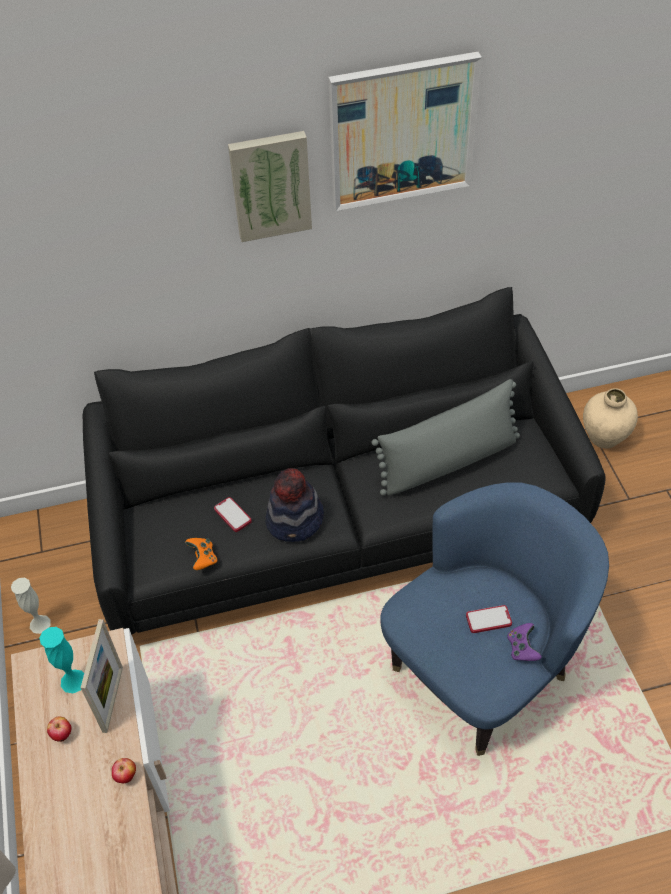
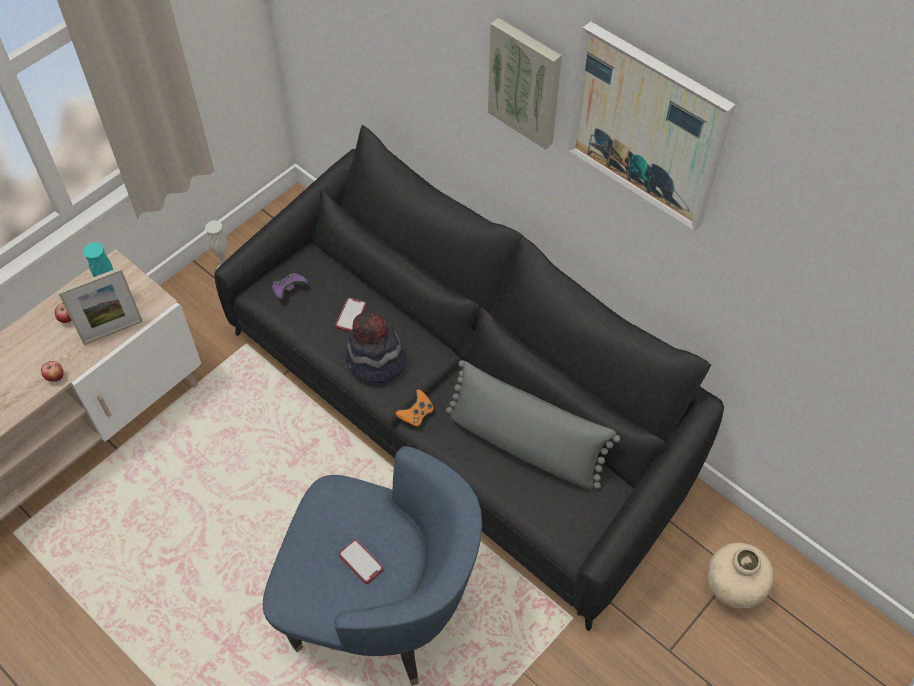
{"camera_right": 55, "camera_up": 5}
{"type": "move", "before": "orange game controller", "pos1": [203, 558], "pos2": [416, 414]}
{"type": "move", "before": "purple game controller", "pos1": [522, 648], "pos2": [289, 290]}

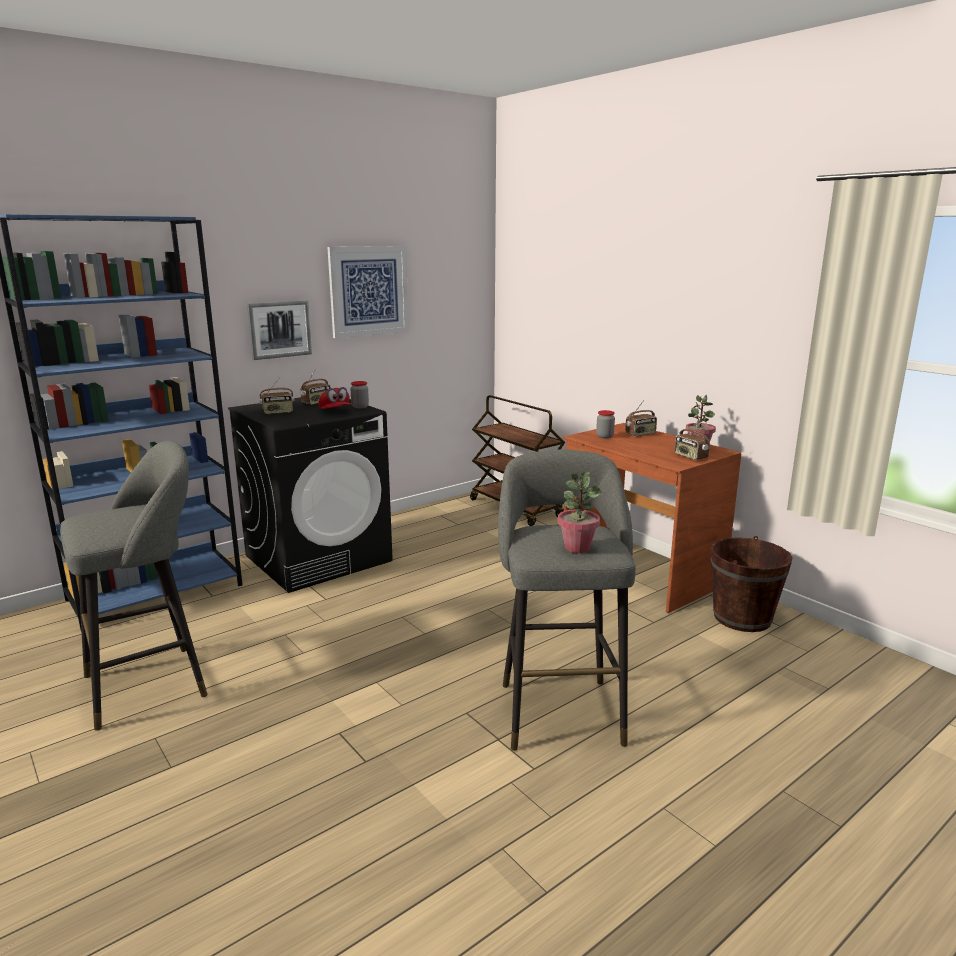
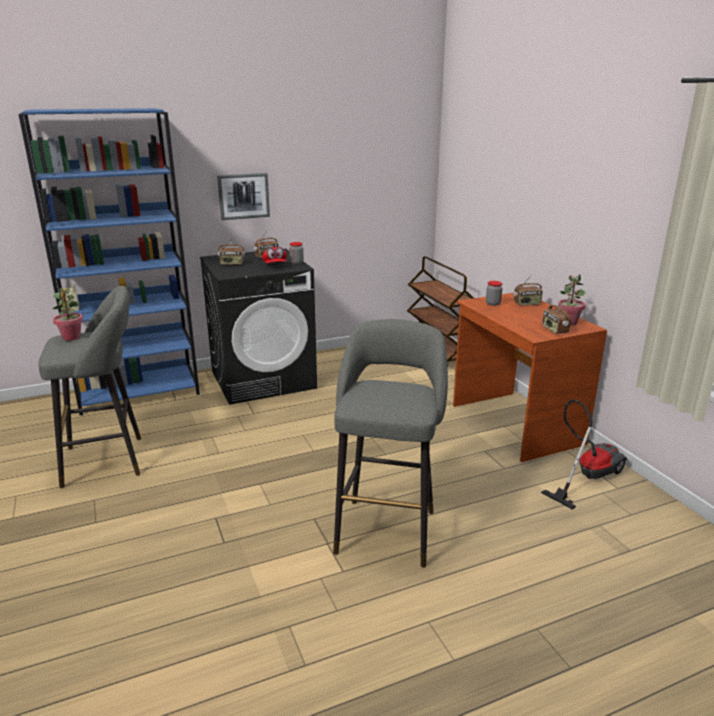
{"camera_right": 15, "camera_up": 5}
{"type": "delete", "before": "picture", "pos1": [368, 291]}
{"type": "move", "before": "potted plant", "pos1": [577, 547], "pos2": [71, 337]}
{"type": "replace", "before": "brown bucket", "after": "vacuum cleaner", "pos1": [742, 618], "pos2": [586, 476]}

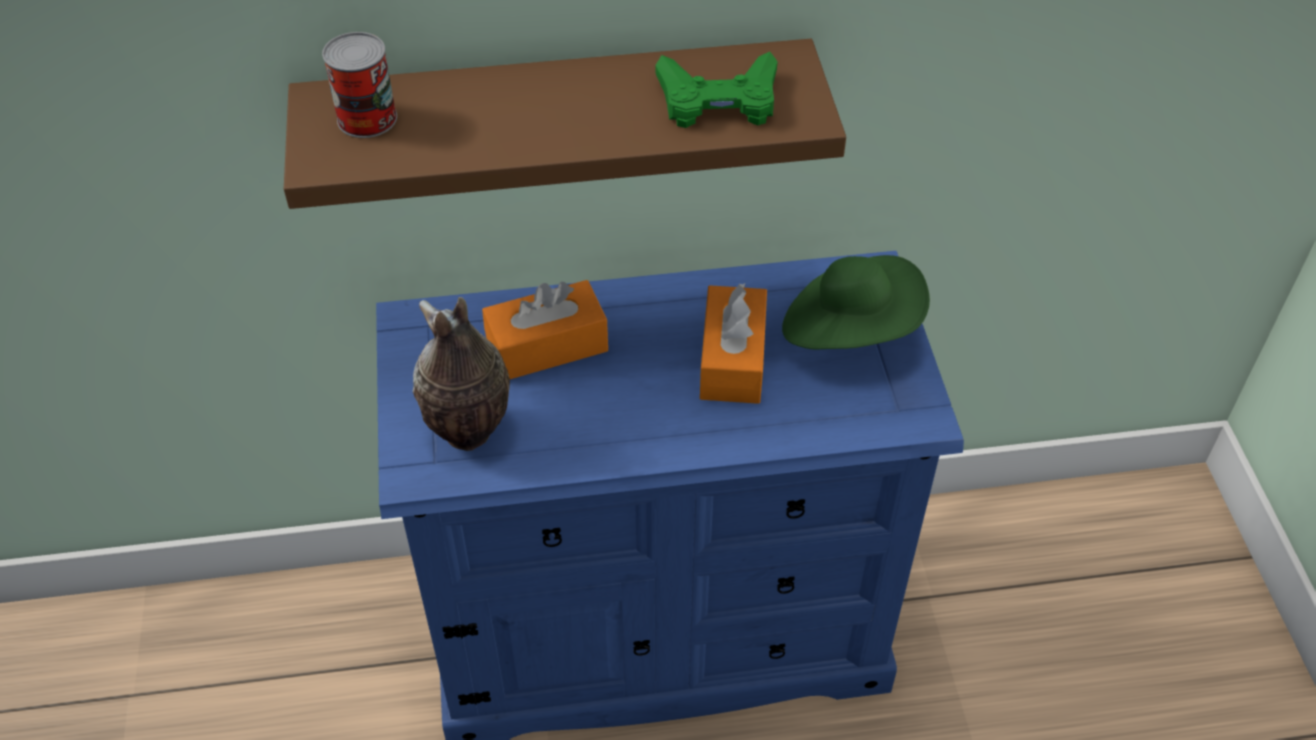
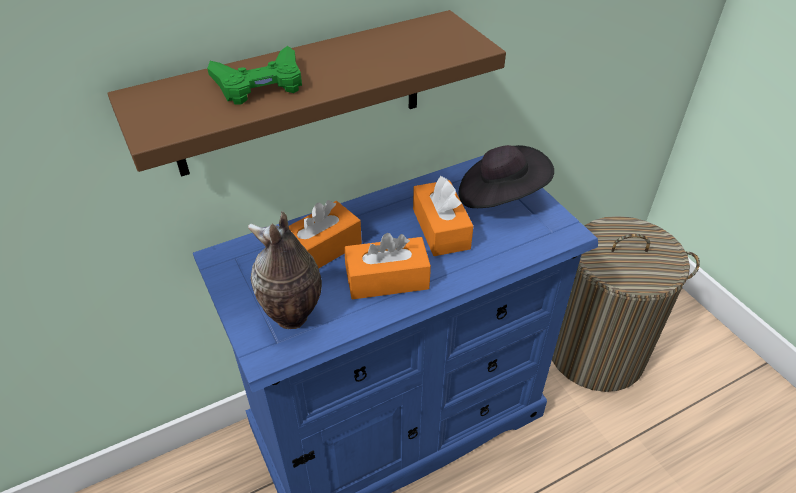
{"camera_right": -20, "camera_up": -5}
{"type": "delete", "before": "can", "pos1": [367, 118]}
{"type": "move", "before": "green game controller", "pos1": [718, 100], "pos2": [260, 84]}
{"type": "recolor", "before": "green hat", "after": "black hat", "pos1": [850, 330], "pos2": [500, 196]}
{"type": "insert", "after": "laundry basket", "pos2": [595, 352]}
{"type": "insert", "after": "orange tissue box", "pos2": [387, 279]}

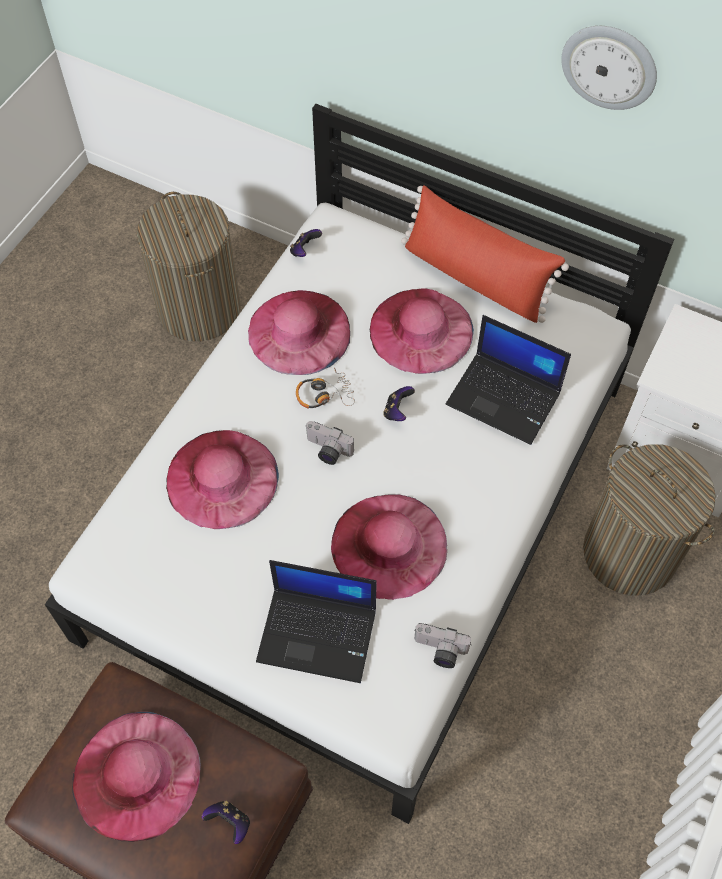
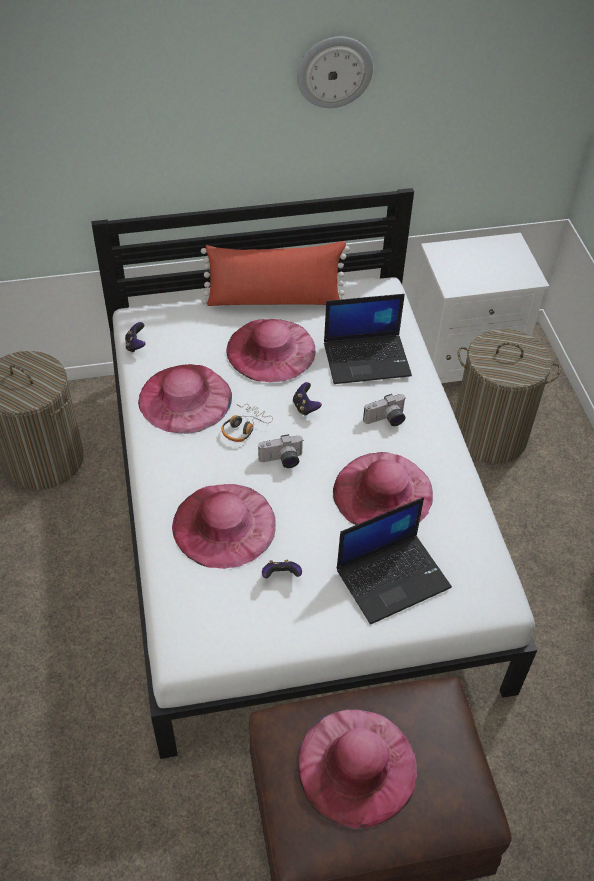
{"camera_right": -40, "camera_up": -10}
{"type": "move", "before": "photo camera", "pos1": [439, 651], "pos2": [386, 420]}
{"type": "move", "before": "game controller", "pos1": [230, 823], "pos2": [281, 576]}

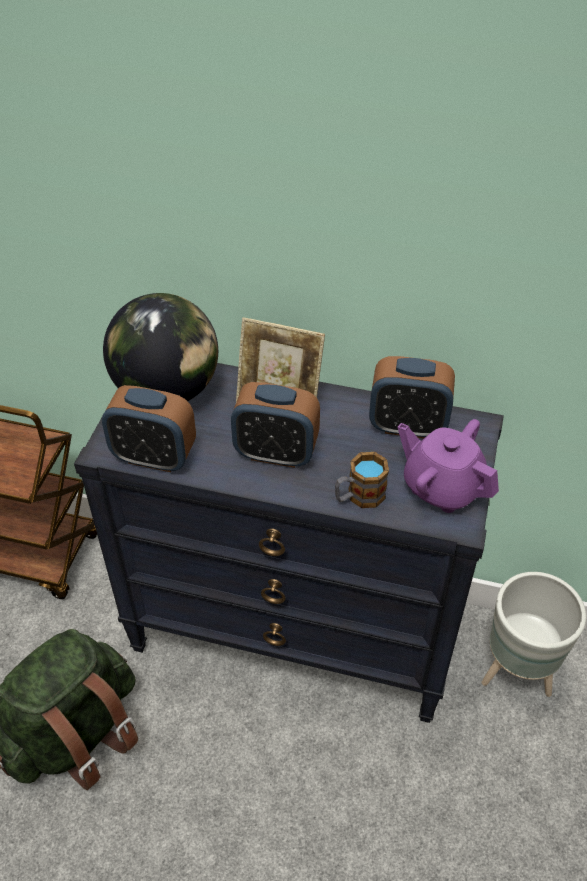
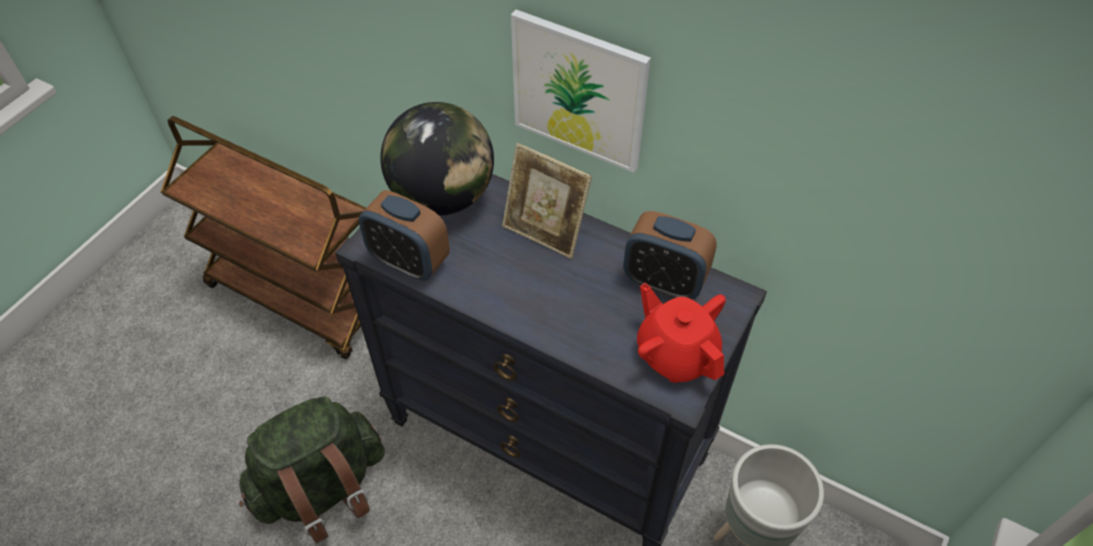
{"camera_right": 15, "camera_up": 5}
{"type": "delete", "before": "alarm clock", "pos1": [276, 453]}
{"type": "recolor", "before": "purple teapot", "after": "red teapot", "pos1": [442, 487], "pos2": [676, 354]}
{"type": "delete", "before": "mug", "pos1": [359, 496]}
{"type": "insert", "after": "picture", "pos2": [579, 91]}

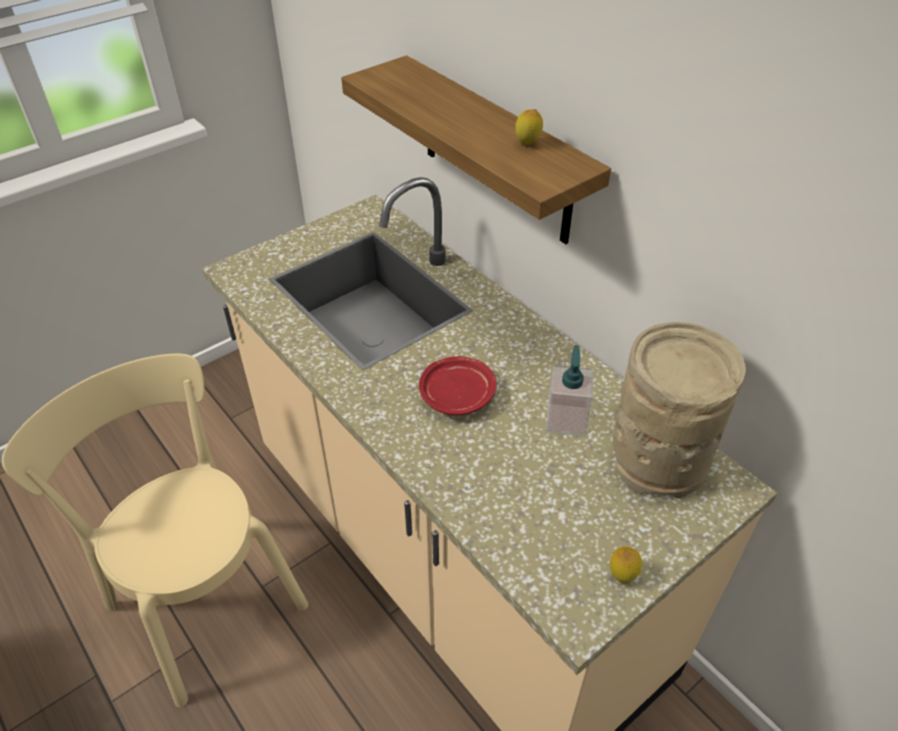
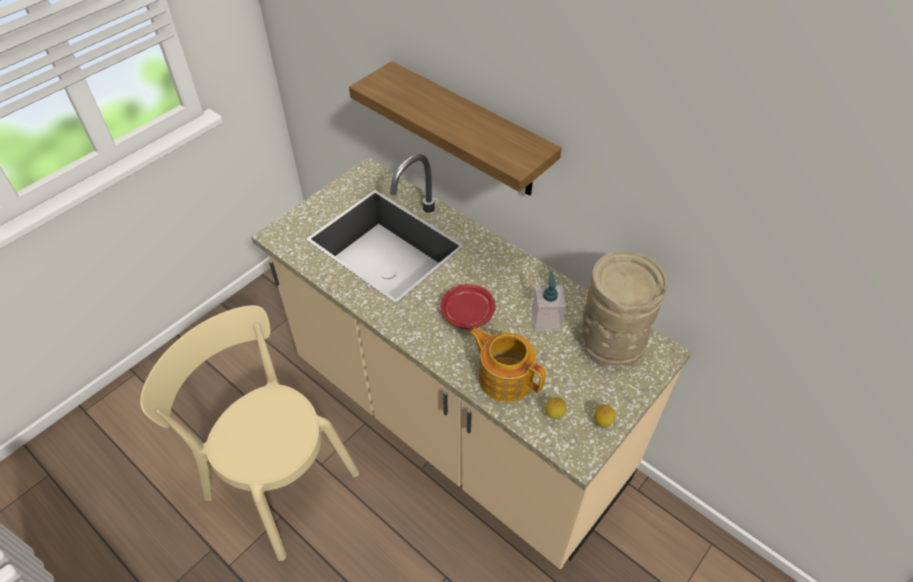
{"camera_right": -10, "camera_up": 5}
{"type": "move", "before": "lemon", "pos1": [527, 144], "pos2": [554, 415]}
{"type": "insert", "after": "teapot", "pos2": [505, 377]}

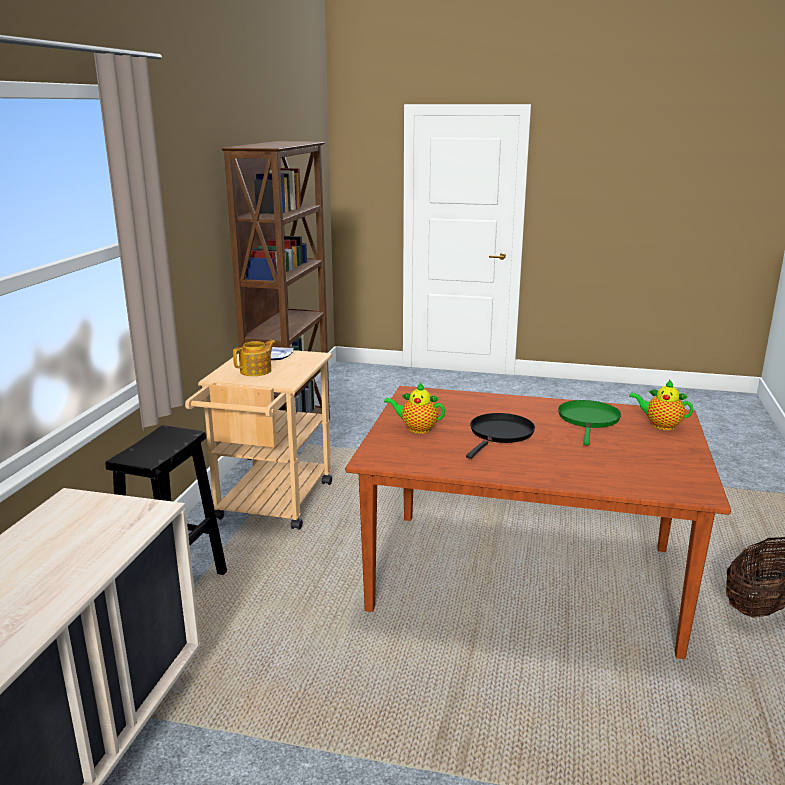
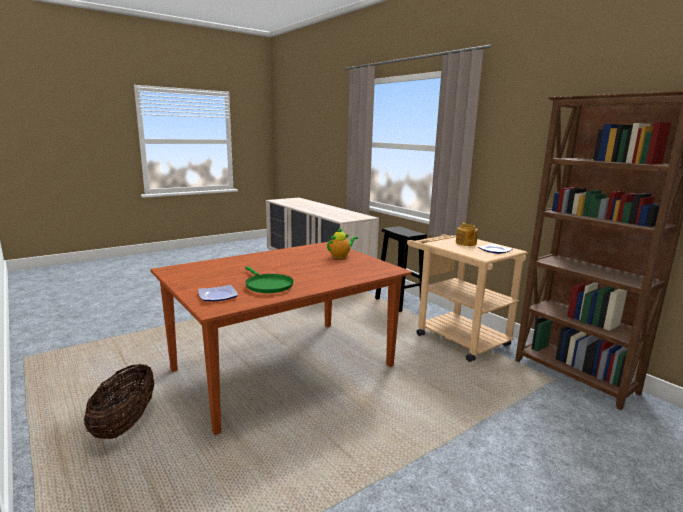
{"camera_right": 130, "camera_up": -5}
{"type": "replace", "before": "teapot", "after": "plate", "pos1": [660, 425], "pos2": [217, 296]}
{"type": "delete", "before": "black frying pan", "pos1": [500, 434]}

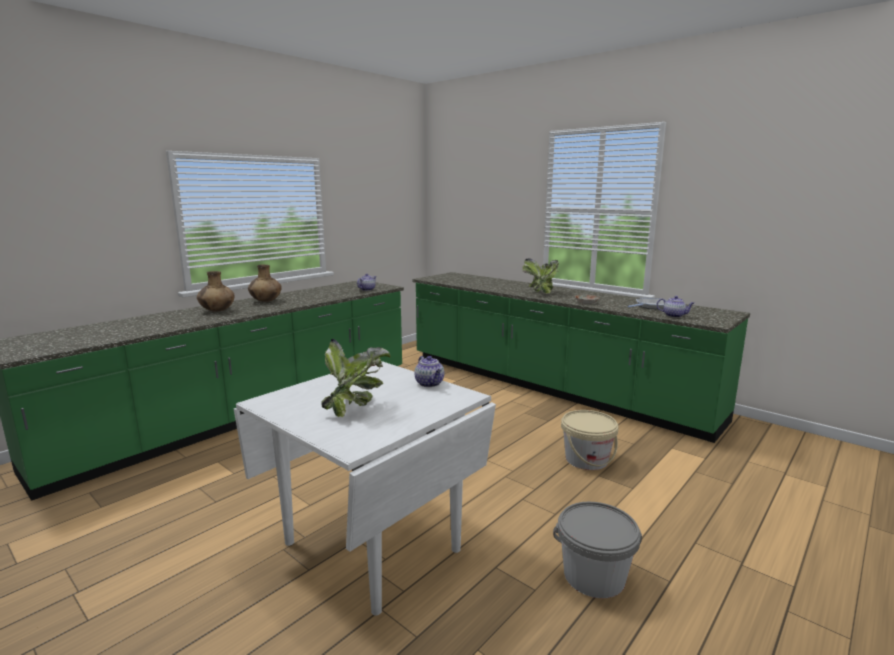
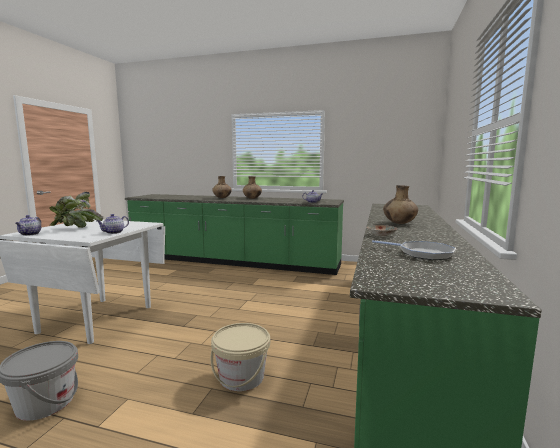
{"camera_right": 65, "camera_up": -5}
{"type": "replace", "before": "potted plant", "after": "brown vase", "pos1": [541, 292], "pos2": [399, 223]}
{"type": "move", "before": "teapot", "pos1": [674, 316], "pos2": [30, 234]}

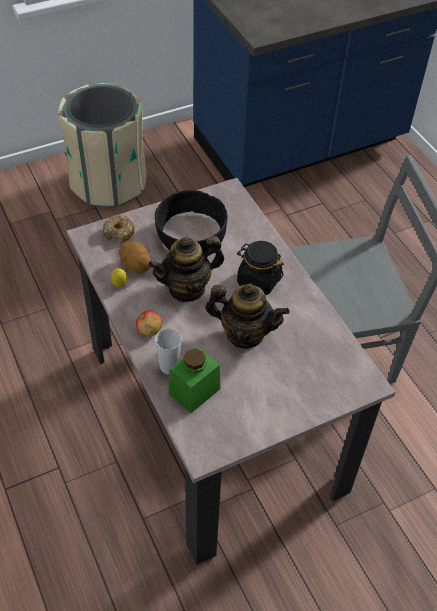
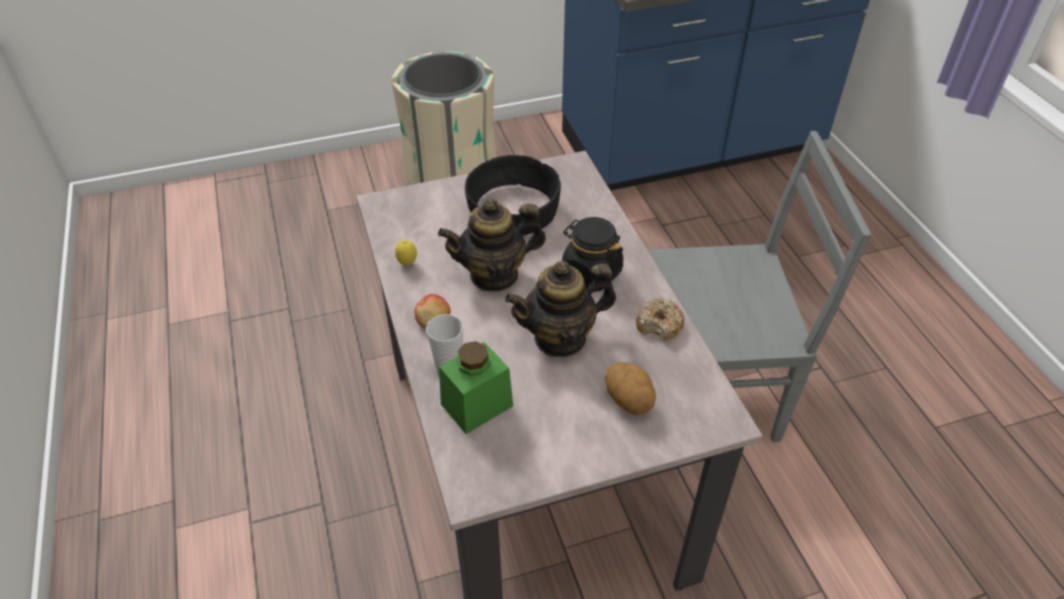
{"camera_right": 10, "camera_up": -5}
{"type": "move", "before": "donut", "pos1": [119, 232], "pos2": [659, 325]}
{"type": "move", "before": "potato", "pos1": [136, 266], "pos2": [629, 400]}
{"type": "rotate", "before": "teapot", "pos1": [245, 334], "pos2": [560, 338], "turn": 135}

